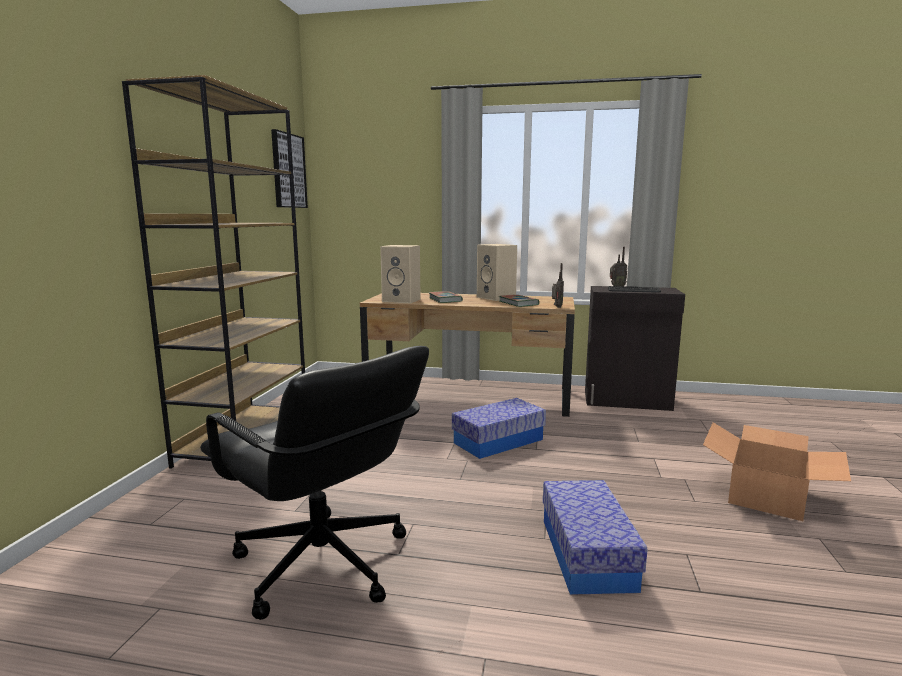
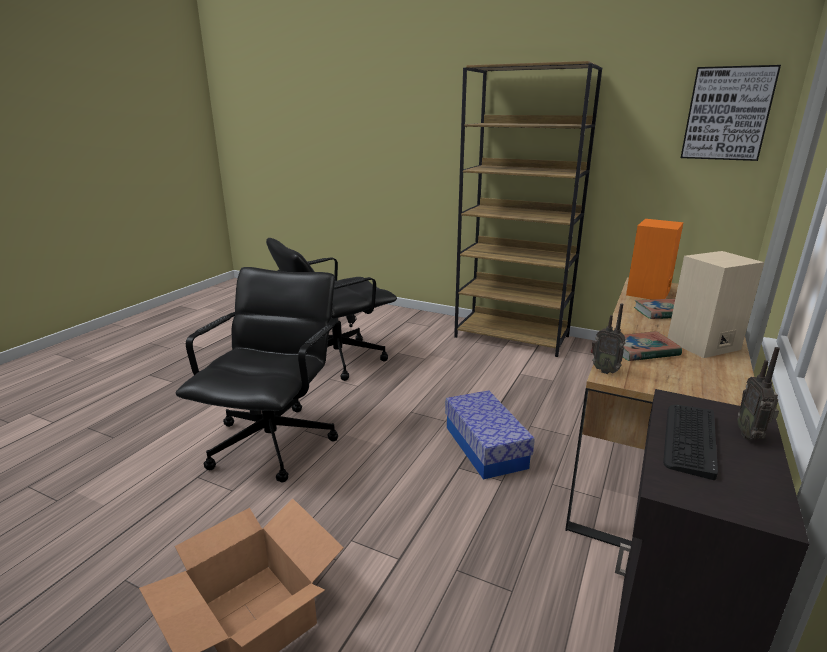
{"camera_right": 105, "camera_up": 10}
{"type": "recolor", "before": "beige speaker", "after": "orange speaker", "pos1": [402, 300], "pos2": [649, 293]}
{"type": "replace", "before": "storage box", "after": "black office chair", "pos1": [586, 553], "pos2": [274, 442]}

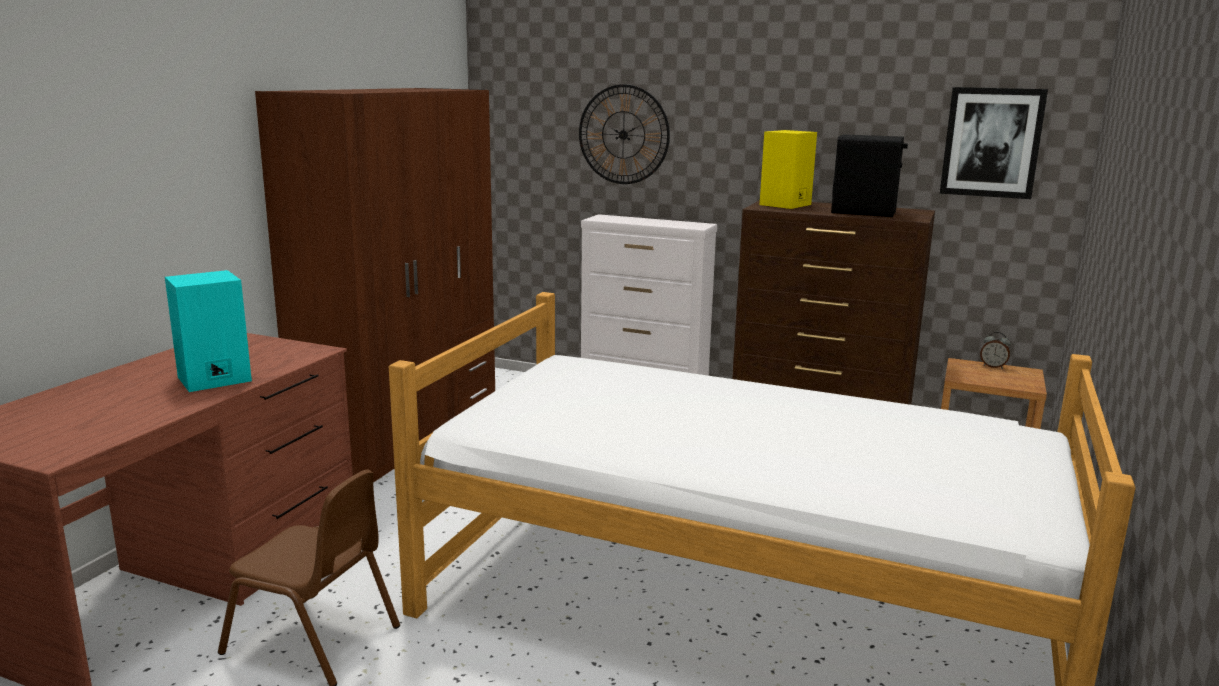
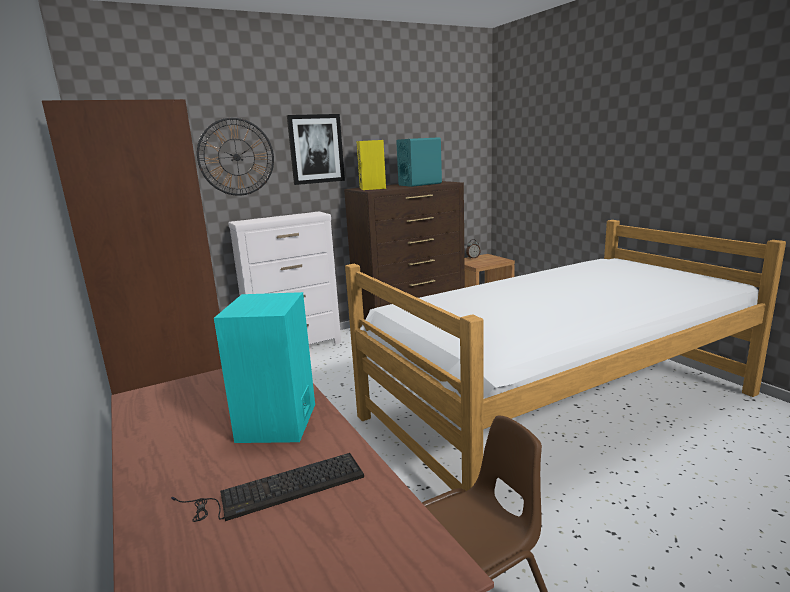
{"camera_right": -50, "camera_up": 0}
{"type": "move", "before": "picture", "pos1": [991, 142], "pos2": [316, 149]}
{"type": "recolor", "before": "black speaker", "after": "turquoise speaker", "pos1": [864, 212], "pos2": [420, 184]}
{"type": "insert", "after": "keyboard", "pos2": [274, 489]}

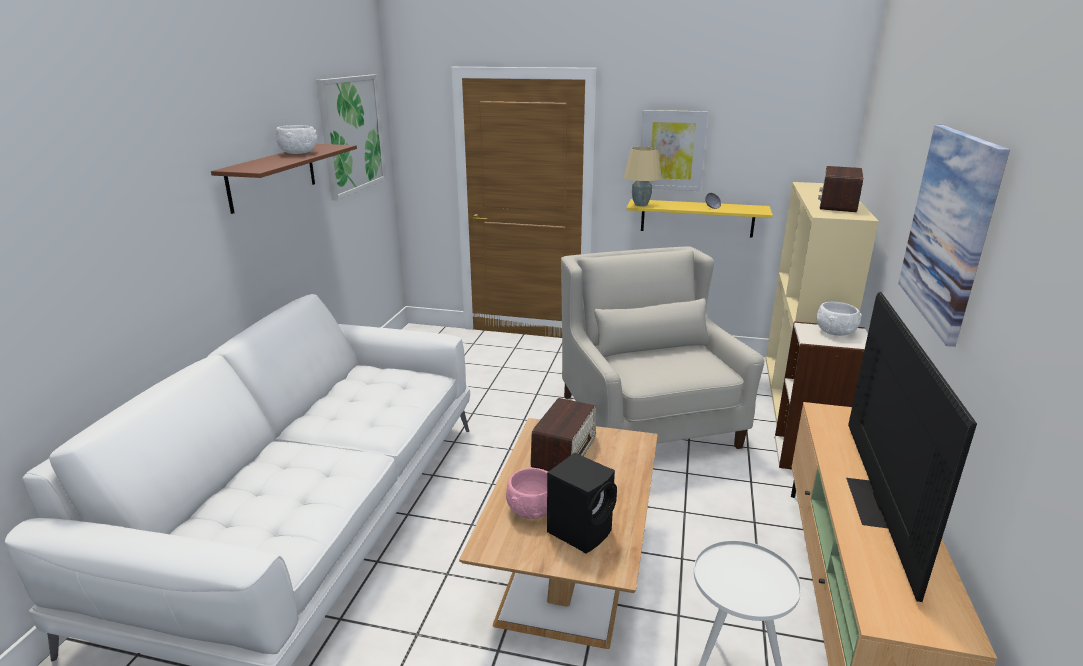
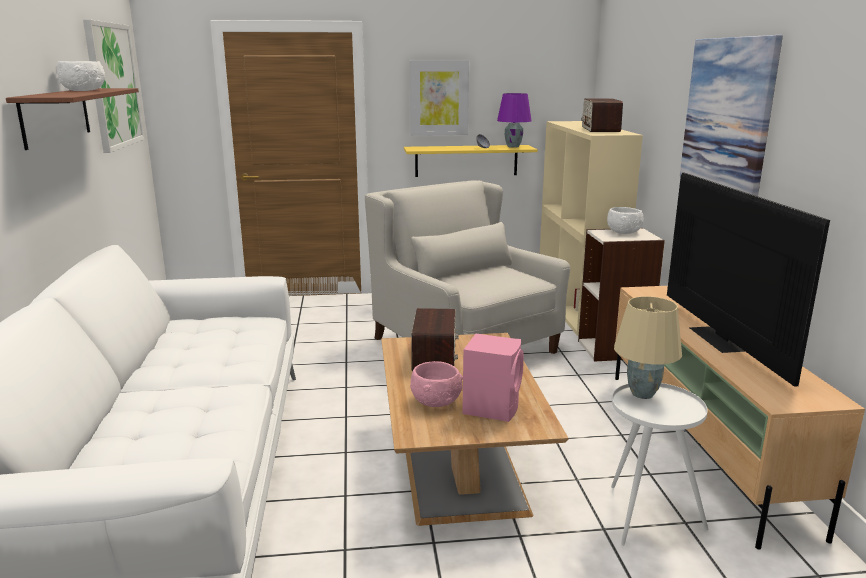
{"camera_right": -20, "camera_up": -5}
{"type": "move", "before": "beige table lamp", "pos1": [640, 205], "pos2": [642, 394]}
{"type": "recolor", "before": "black speaker", "after": "pink speaker", "pos1": [581, 530], "pos2": [492, 407]}
{"type": "insert", "after": "purple table lamp", "pos2": [513, 146]}

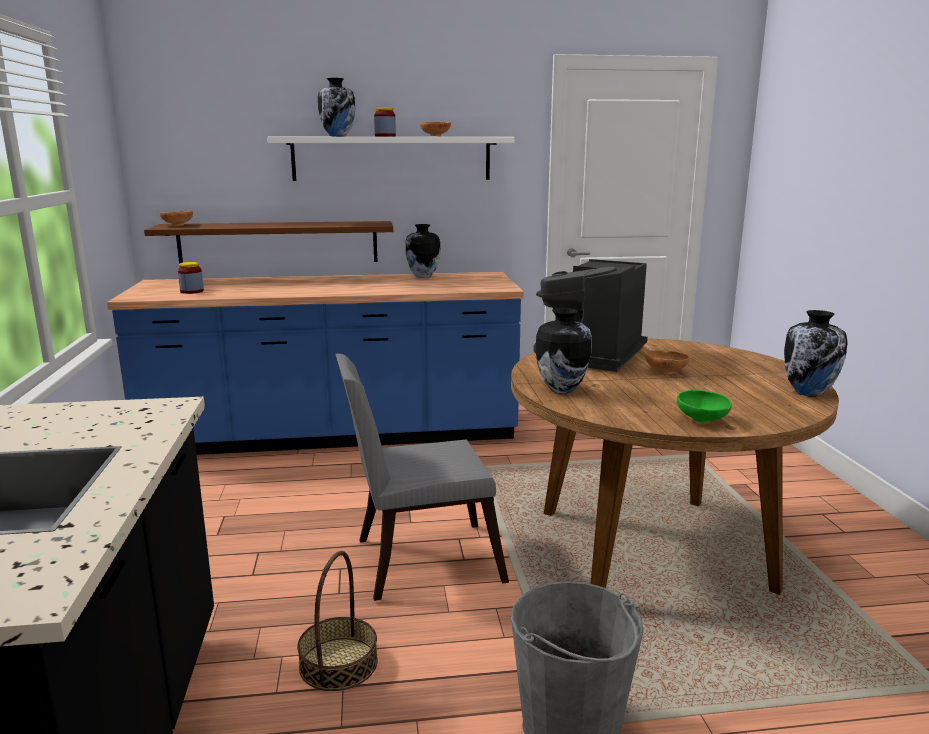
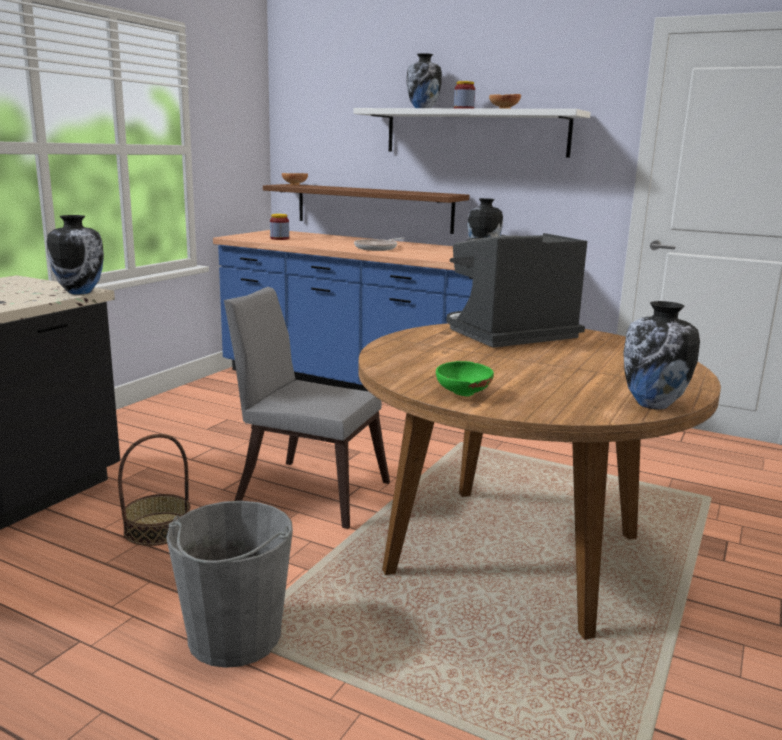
{"camera_right": 35, "camera_up": 0}
{"type": "move", "before": "vase", "pos1": [561, 389], "pos2": [80, 292]}
{"type": "delete", "before": "brown bowl", "pos1": [666, 372]}
{"type": "insert", "after": "frying pan", "pos2": [377, 248]}

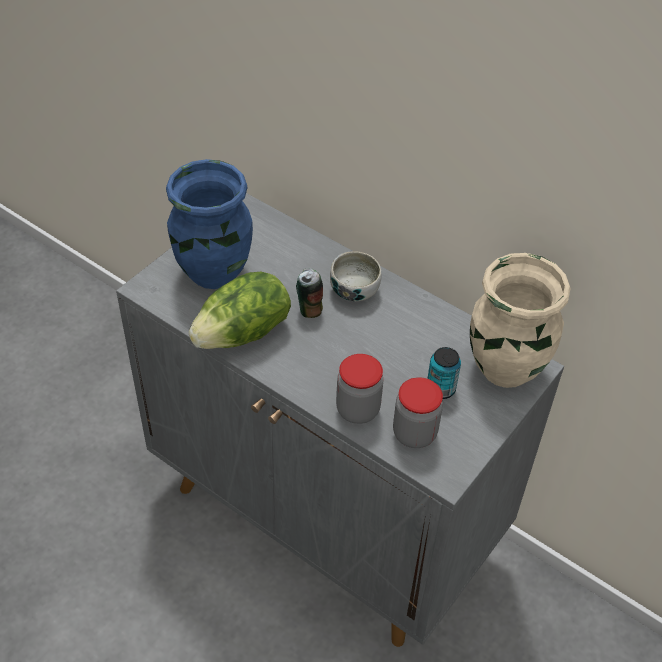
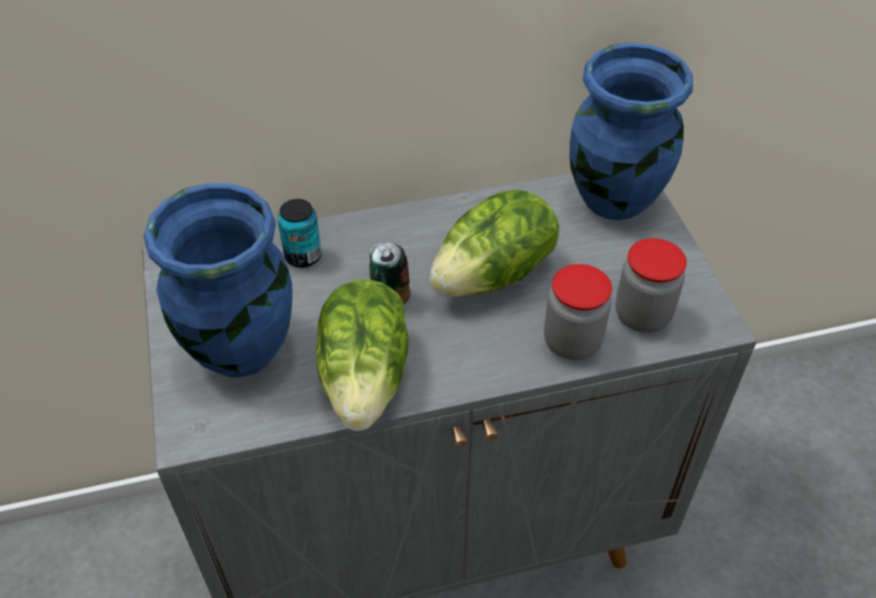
{"camera_right": -50, "camera_up": 0}
{"type": "delete", "before": "bowl", "pos1": [354, 290]}
{"type": "recolor", "before": "beige vase", "after": "blue vase", "pos1": [504, 368], "pos2": [613, 200]}
{"type": "move", "before": "can", "pos1": [440, 389], "pos2": [303, 256]}
{"type": "insert", "after": "lettuce", "pos2": [495, 275]}

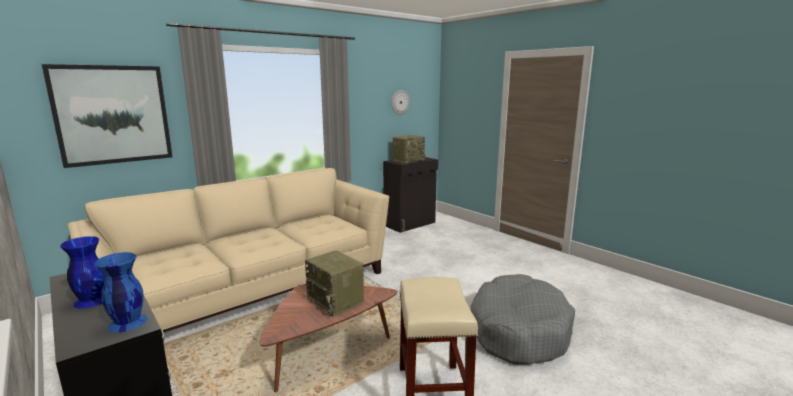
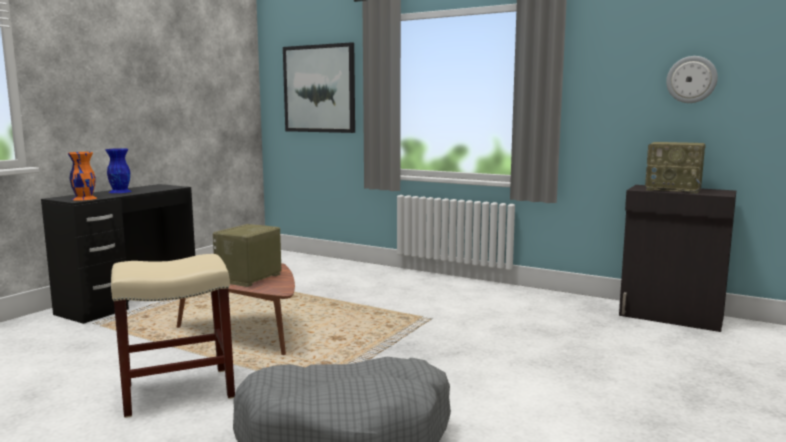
{"camera_right": 70, "camera_up": -5}
{"type": "delete", "before": "beige sofa", "pos1": [253, 288]}
{"type": "recolor", "before": "blue vase", "after": "orange vase", "pos1": [127, 322], "pos2": [84, 198]}

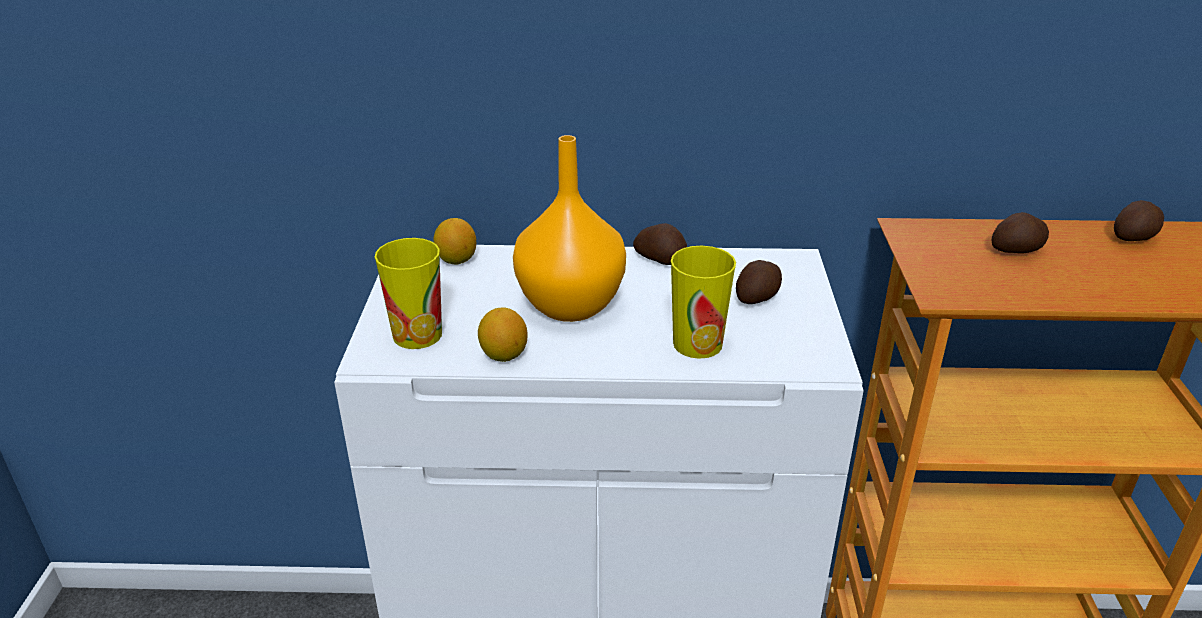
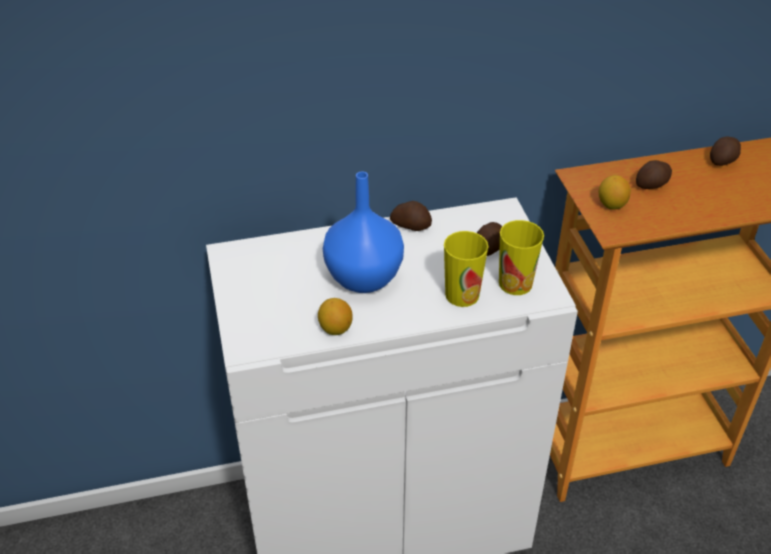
{"camera_right": -15, "camera_up": 10}
{"type": "recolor", "before": "orange vase", "after": "blue vase", "pos1": [572, 305], "pos2": [365, 277]}
{"type": "move", "before": "lemon", "pos1": [456, 260], "pos2": [611, 205]}
{"type": "move", "before": "cup", "pos1": [417, 335], "pos2": [515, 283]}

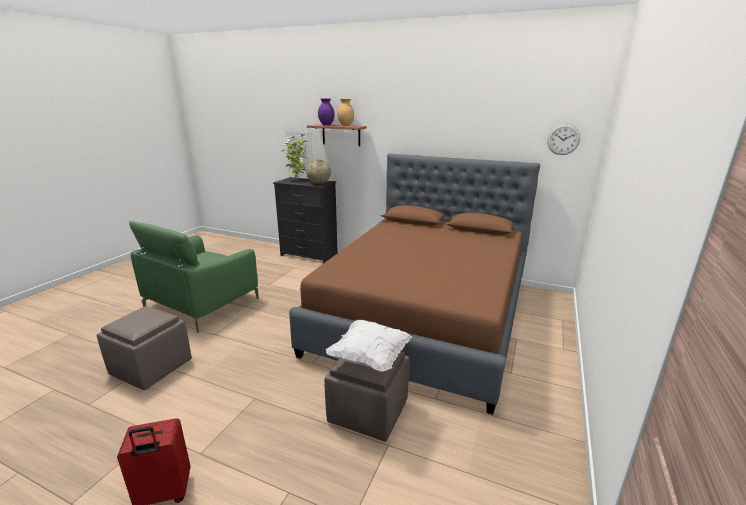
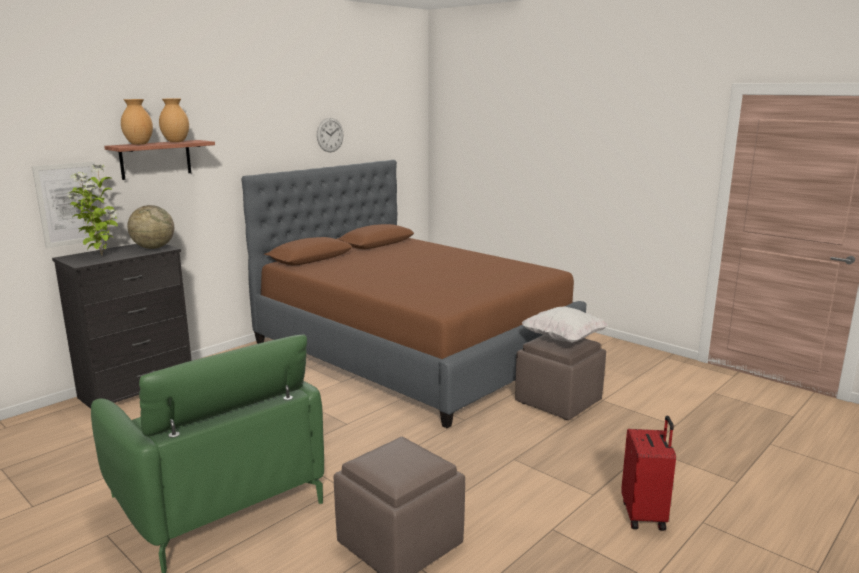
{"camera_right": -70, "camera_up": -5}
{"type": "recolor", "before": "purple vase", "after": "brown vase", "pos1": [326, 124], "pos2": [138, 144]}
{"type": "move", "before": "wall clock", "pos1": [563, 139], "pos2": [330, 135]}

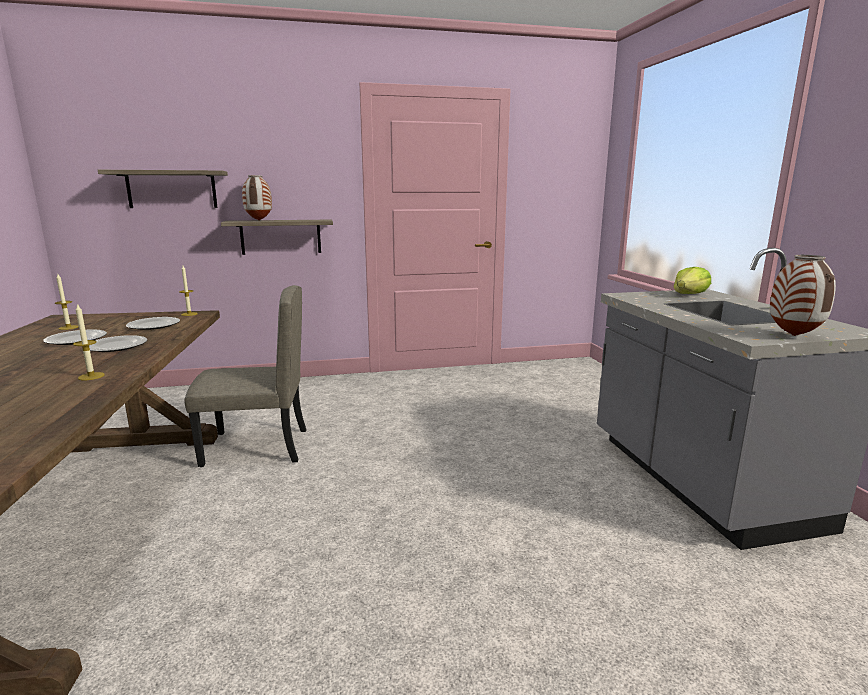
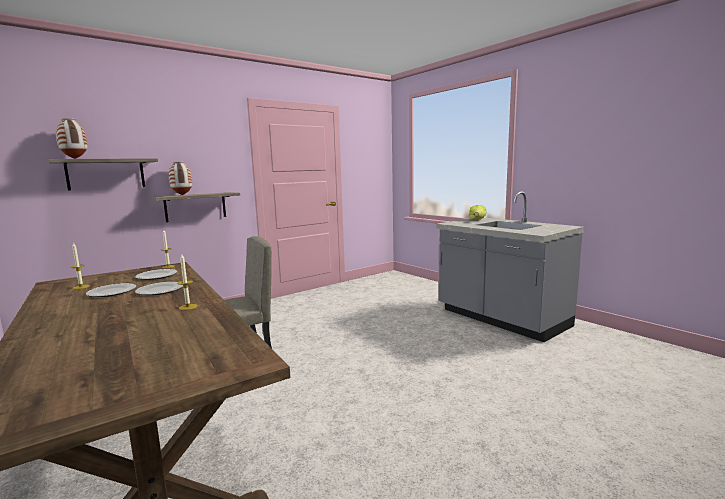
{"camera_right": -25, "camera_up": -5}
{"type": "move", "before": "vase", "pos1": [795, 336], "pos2": [75, 159]}

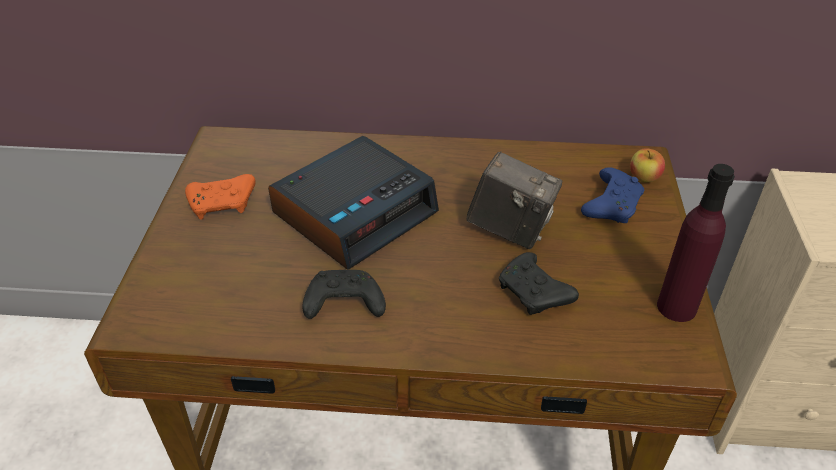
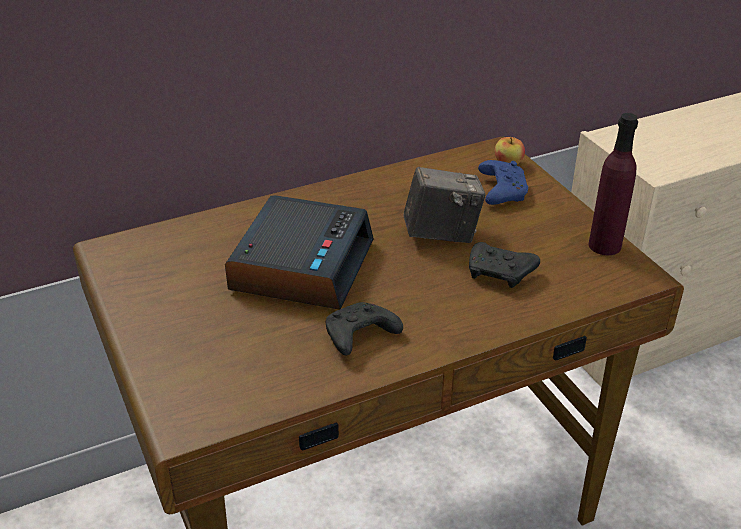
{"camera_right": -30, "camera_up": -5}
{"type": "delete", "before": "orange game controller", "pos1": [223, 204]}

